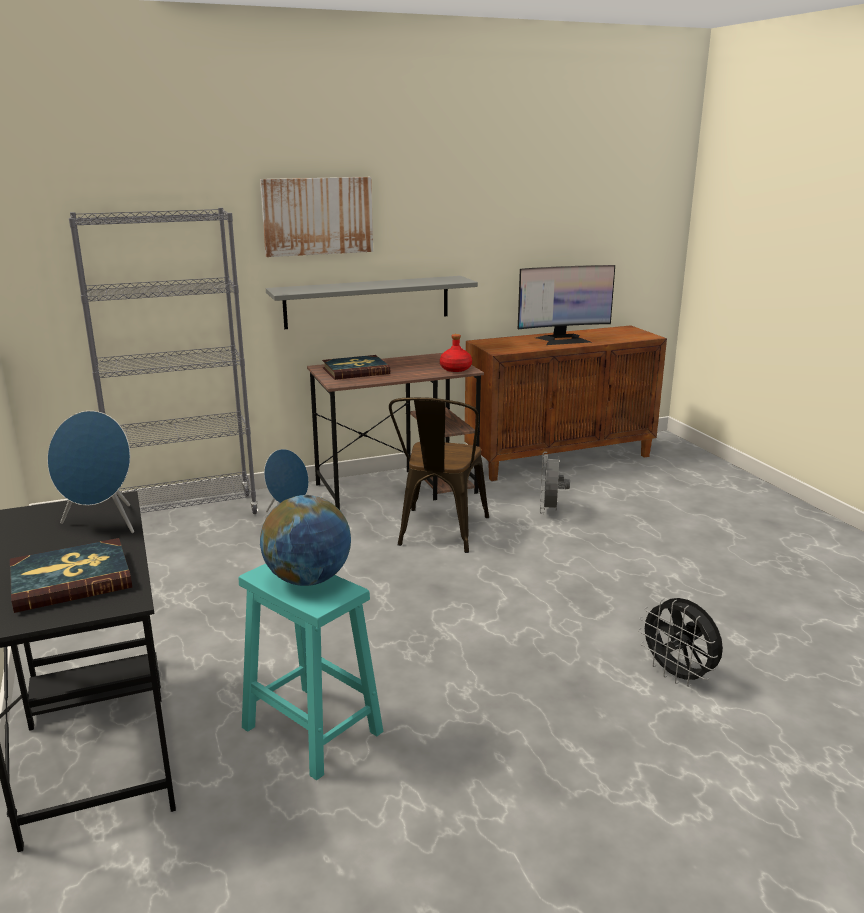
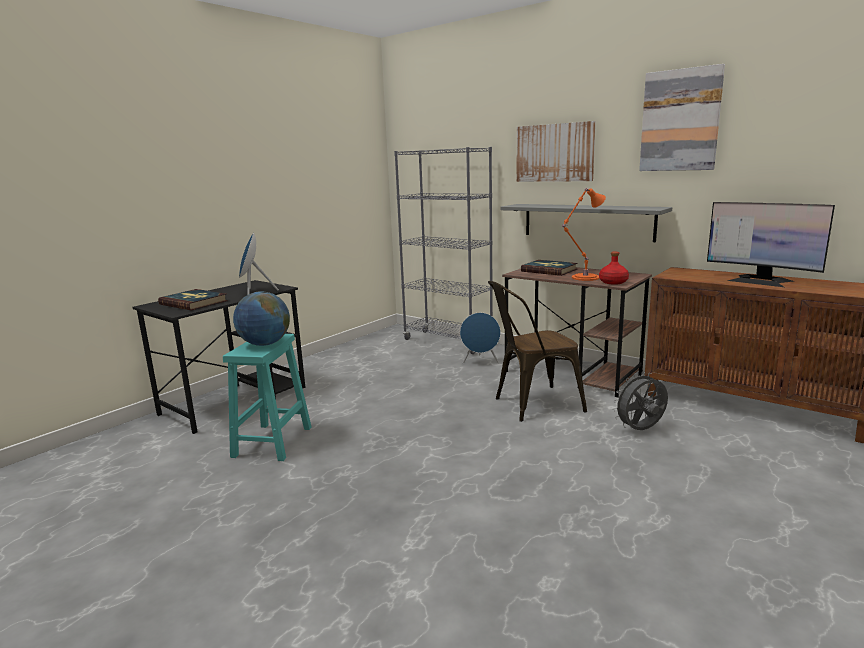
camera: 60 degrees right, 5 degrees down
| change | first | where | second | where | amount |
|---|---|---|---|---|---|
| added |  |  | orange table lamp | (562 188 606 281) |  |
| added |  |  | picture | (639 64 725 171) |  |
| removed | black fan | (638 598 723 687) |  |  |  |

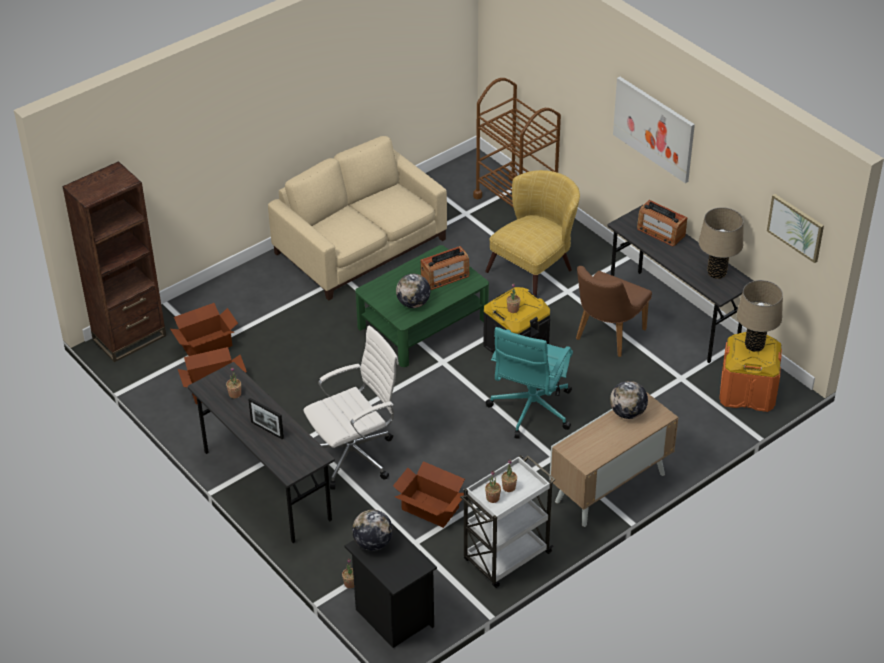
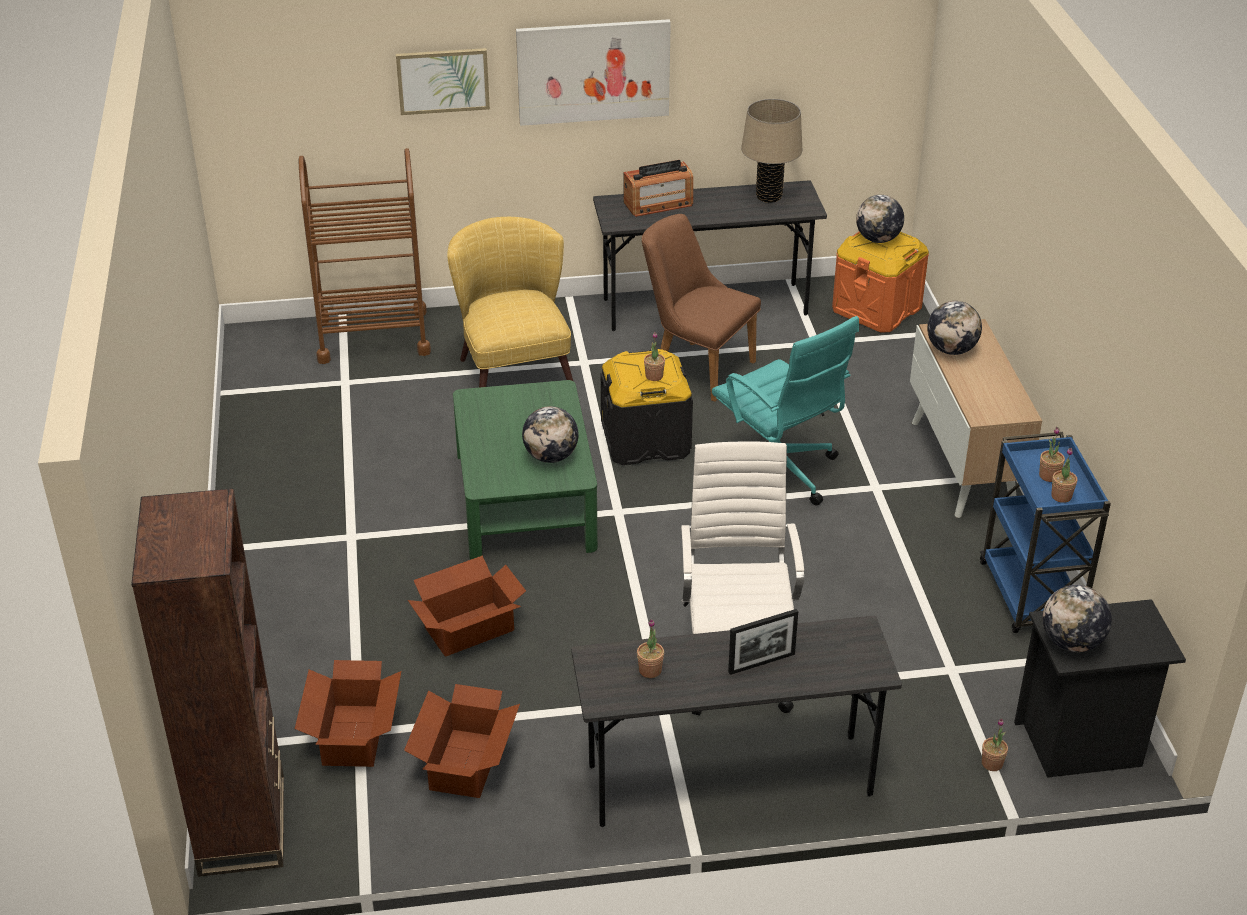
camera: 60 degrees left, 5 degrees down
| change | first | where | second | where | amount |
|---|---|---|---|---|---|
| moved | picture | (767 194 824 263) |  | (396 48 490 115) |  |
| moved | cardboard box | (393 461 465 528) |  | (408 555 526 657) |  |
| turned | brown chair | (576 266 652 357) |  | (642 214 761 402) | 150 degrees clockwise |
| replaced | beige table lamp | (736 280 783 352) | globe | (856 195 904 243) |  |
| recoloured | white cart | (460 455 556 588) | blue cart | (980 432 1111 633) |  |
| removed | beige sofa | (268 136 447 301) |  |  |  |
| removed | radio | (420 246 469 290) |  |  |  |

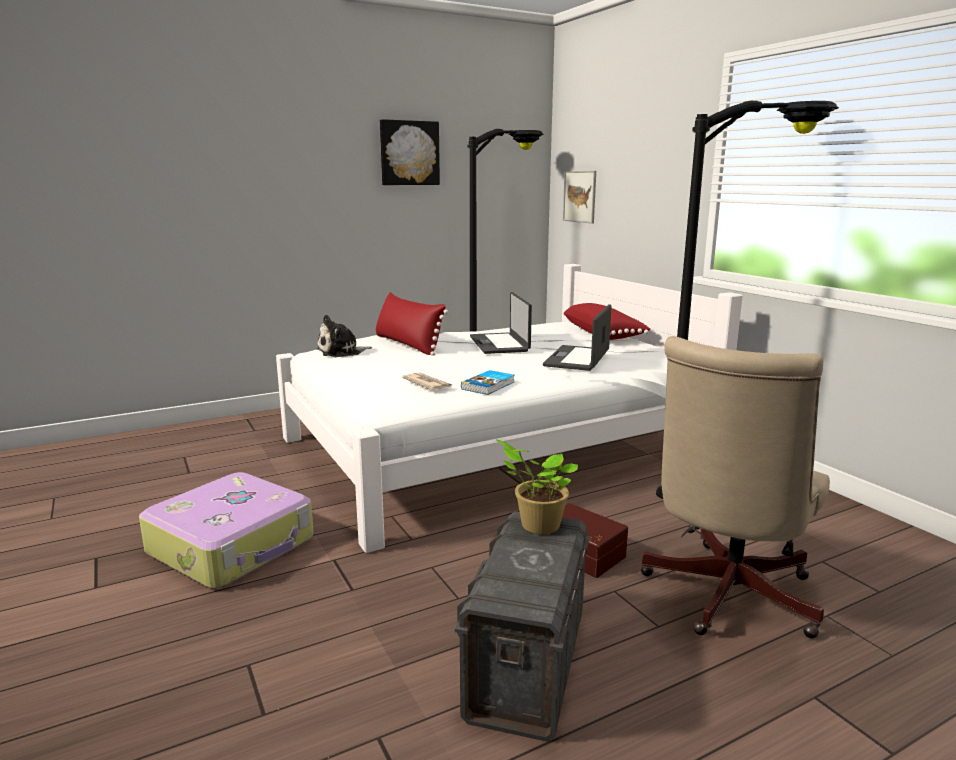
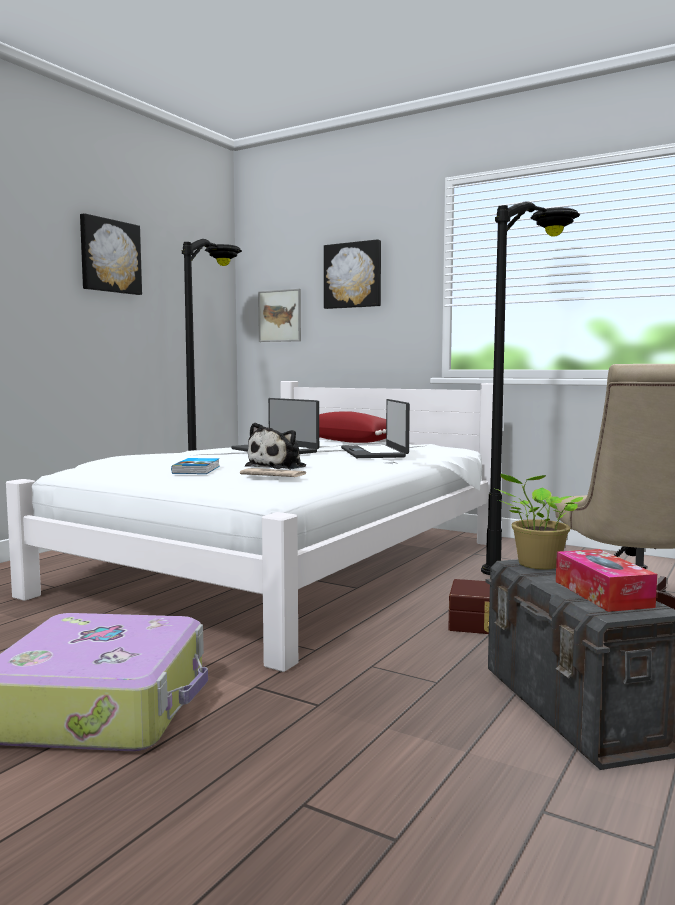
camera: 30 degrees left, 10 degrees down
| change | first | where | second | where | amount |
|---|---|---|---|---|---|
| moved | book | (461 370 514 395) |  | (171 458 220 474) |  |
| moved | plush toy | (317 315 372 357) |  | (245 423 306 470) |  |
| added |  |  | picture | (324 239 381 309) |  |
| added |  |  | tissue box | (556 549 657 612) |  |
| removed | red pillow | (376 292 448 355) |  |  |  |

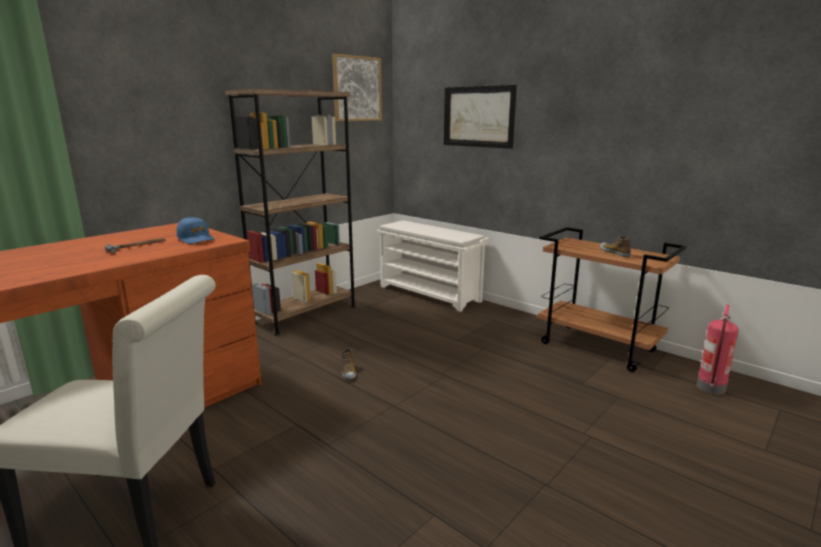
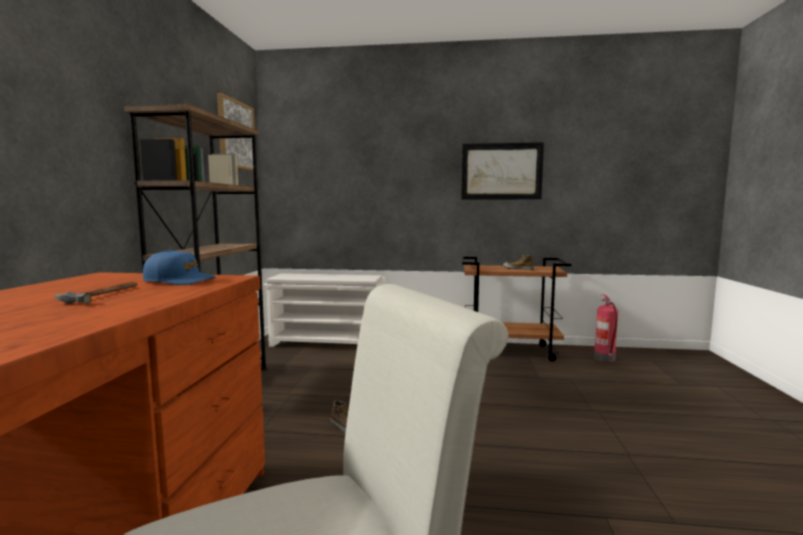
camera: 35 degrees left, 10 degrees down
| change | first | where | second | where | amount |
|---|---|---|---|---|---|
| moved | picture | (444 85 517 149) |  | (461 142 544 200) |  |

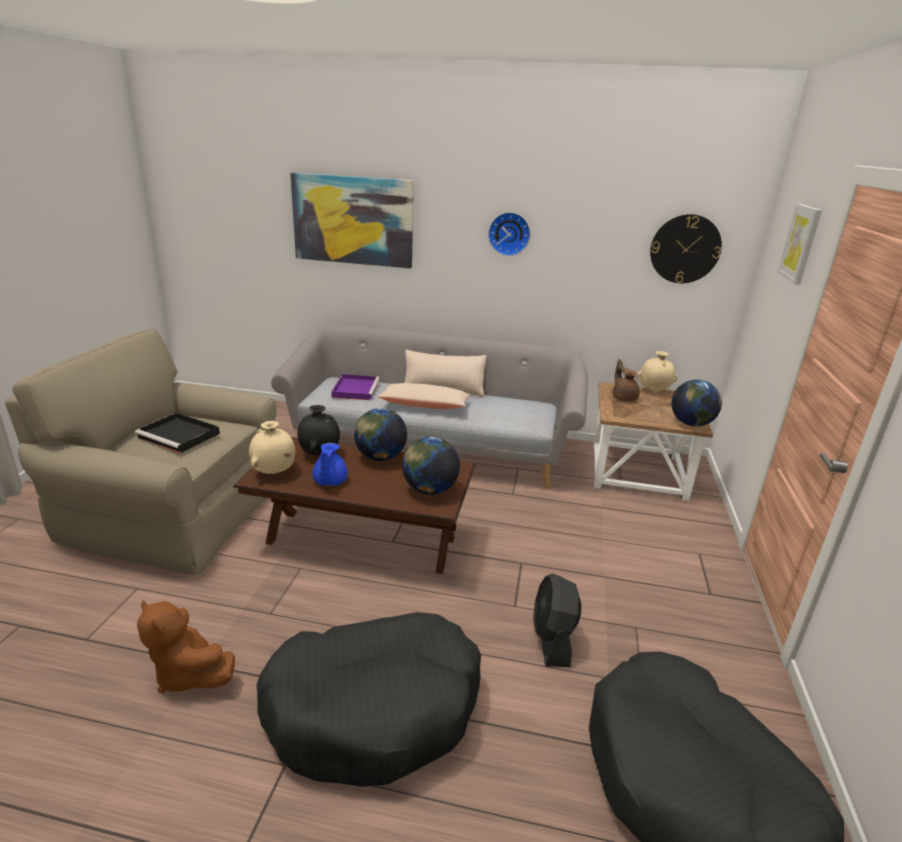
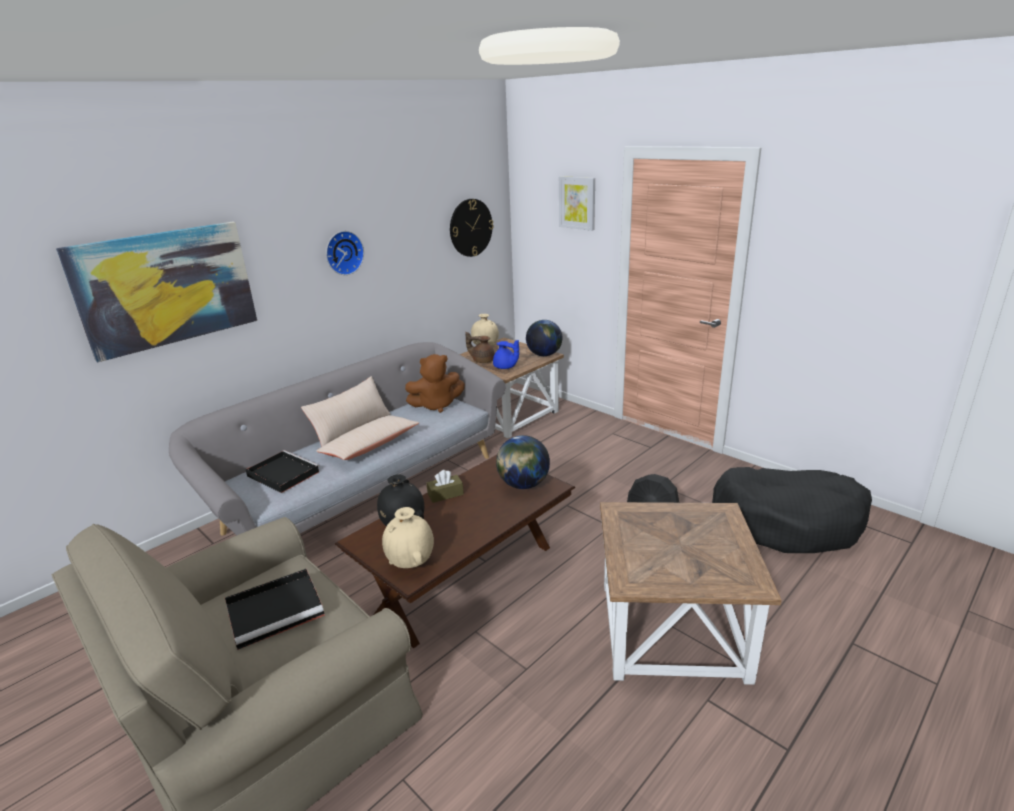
camera: 55 degrees left, 0 degrees up
| change | first | where | second | where | amount |
|---|---|---|---|---|---|
| recoloured | purple tray | (331 374 380 400) | black tray | (245 450 320 493) |  |
| moved | brown plush toy | (137 600 235 694) |  | (405 354 465 413) |  |
| replaced | globe | (354 408 407 461) | brown tissue box | (426 470 464 503) |  |
| moved | blue teapot | (312 443 347 486) |  | (493 340 519 369) |  |
| replaced | black dog bed | (256 612 481 787) | brown side table | (600 502 782 685) |  |

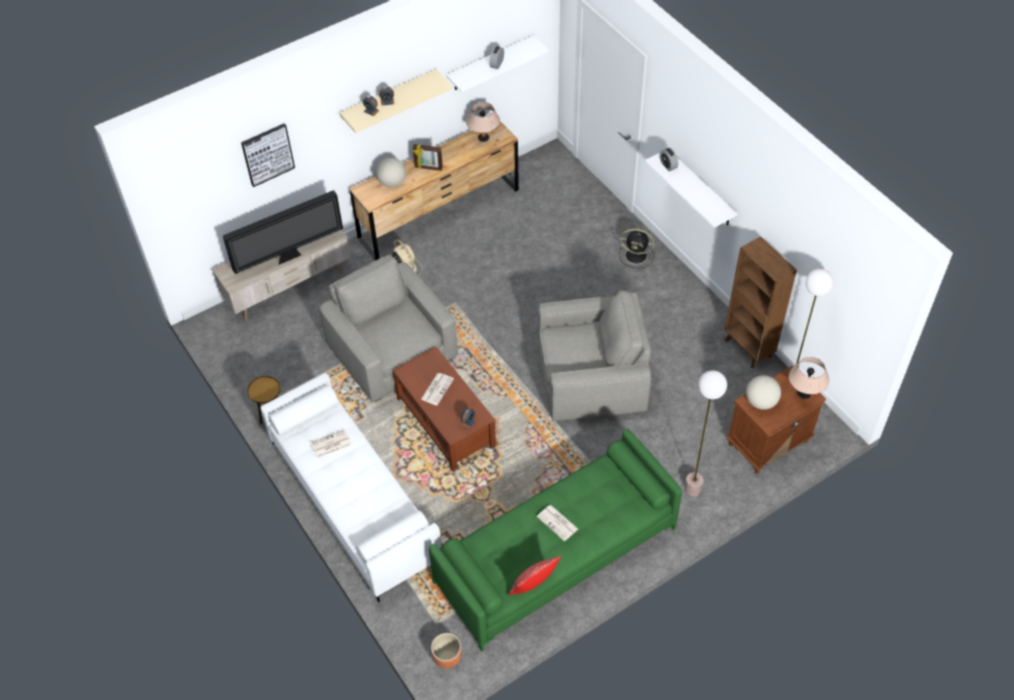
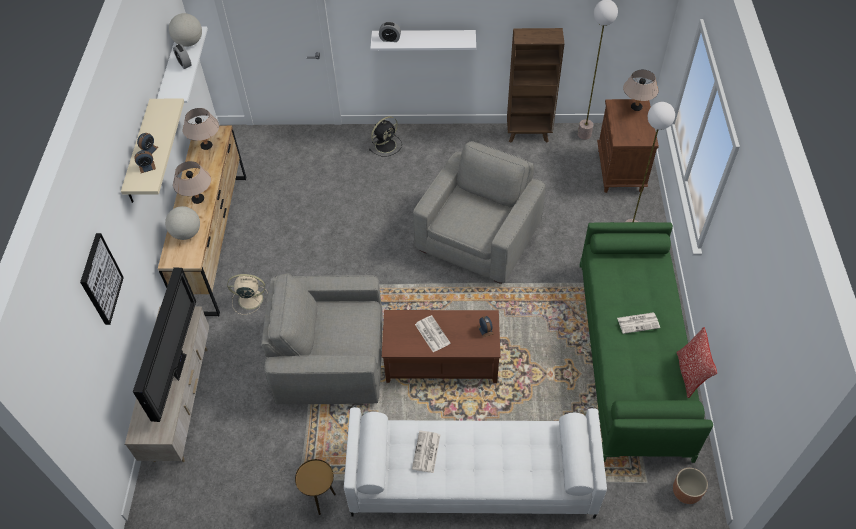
camera: 55 degrees left, 0 degrees up
| change | first | where | second | where | amount |
|---|---|---|---|---|---|
| moved | globe | (746 375 781 410) |  | (169 13 202 47) |  |
| replaced | picture frame | (413 144 443 171) | beige table lamp | (173 161 211 204) |  |

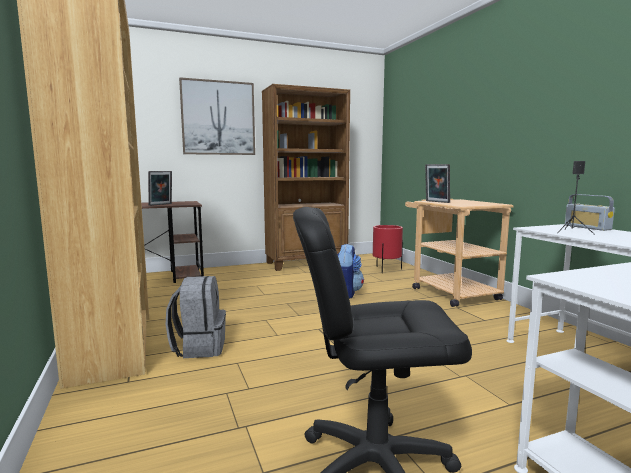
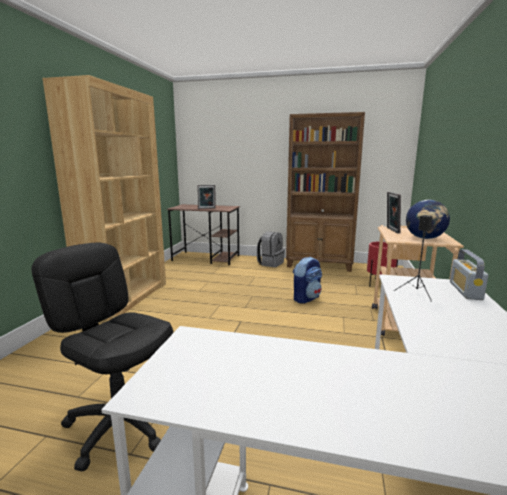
camera: 35 degrees right, 5 degrees up
| change | first | where | second | where | amount |
|---|---|---|---|---|---|
| moved | grey backpack | (166 276 226 358) |  | (257 232 285 267) |  |
| added |  |  | globe | (406 200 450 239) |  |
| removed | picture | (179 77 255 155) |  |  |  |

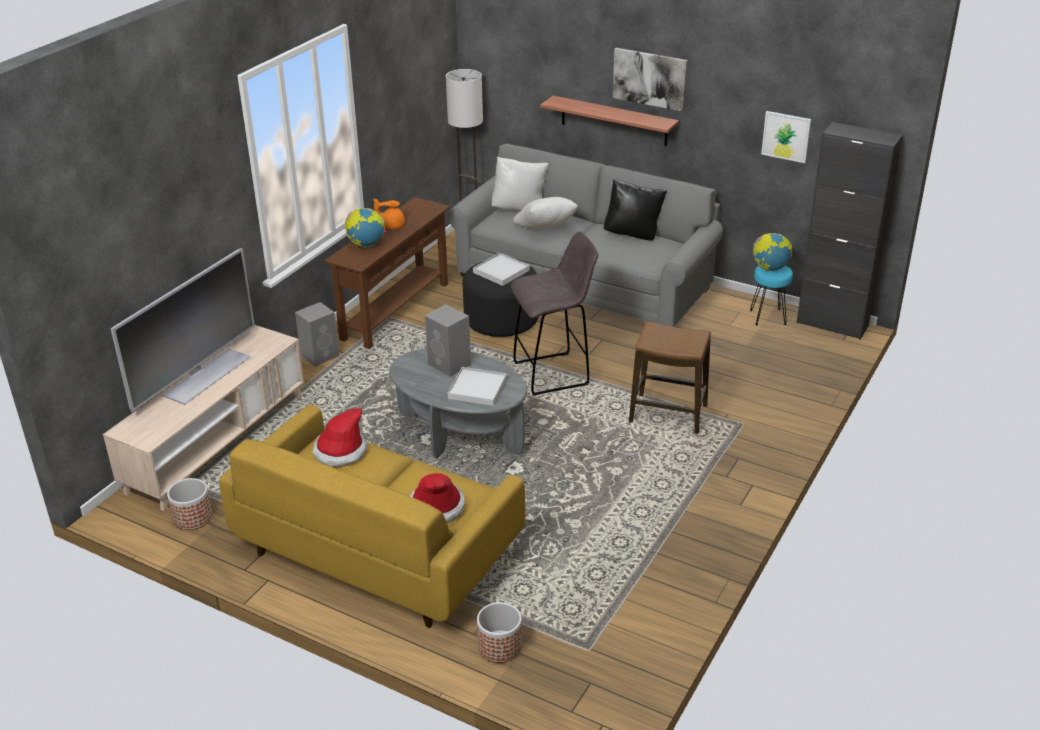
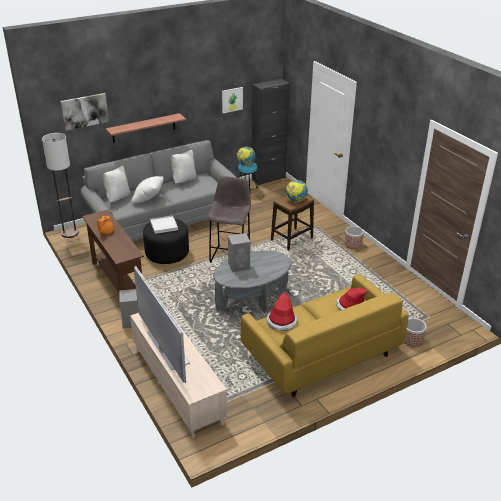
camera: 60 degrees left, 0 degrees up
| change | first | where | second | where | amount |
|---|---|---|---|---|---|
| moved | picture | (613 48 688 111) |  | (60 93 109 130) |  |
| recoloured | black pillow | (604 179 667 241) | white pillow | (171 150 196 183) |  |
| moved | globe | (345 208 386 247) |  | (285 180 308 202) |  |
| moved | planter | (167 478 212 530) |  | (344 226 364 249) |  |
| removed | white tray | (448 367 507 406) |  |  |  |

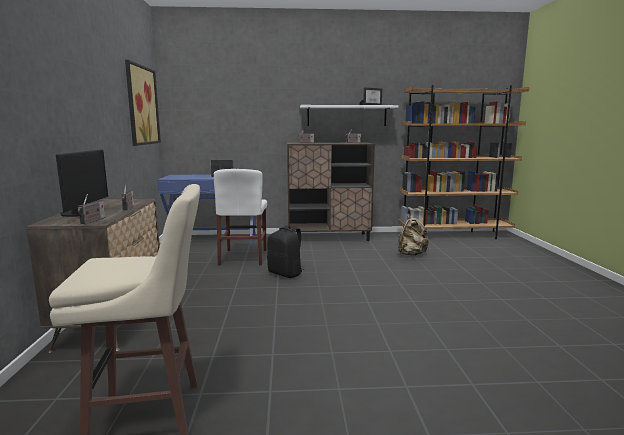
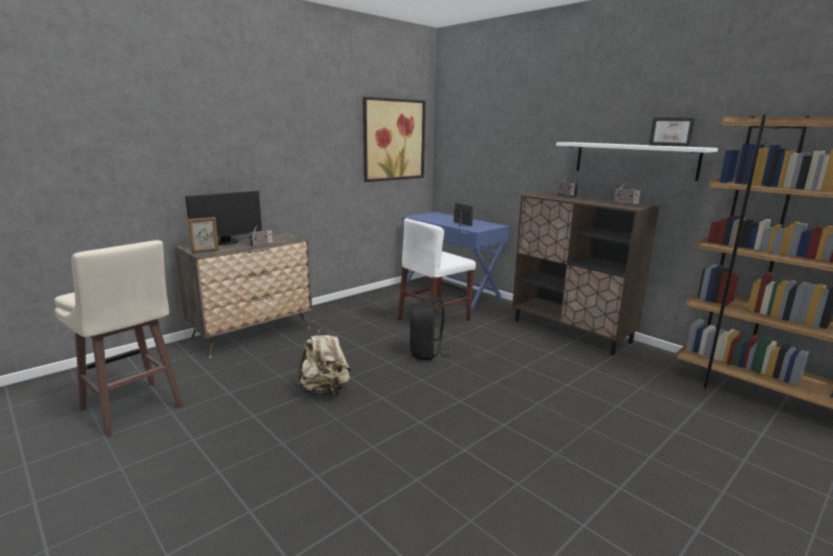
camera: 50 degrees right, 5 degrees up
| change | first | where | second | where | amount |
|---|---|---|---|---|---|
| replaced | radio | (78 194 105 224) | picture frame | (188 217 219 253) |  |
| moved | beige backpack | (398 214 429 256) |  | (296 327 351 396) |  |

